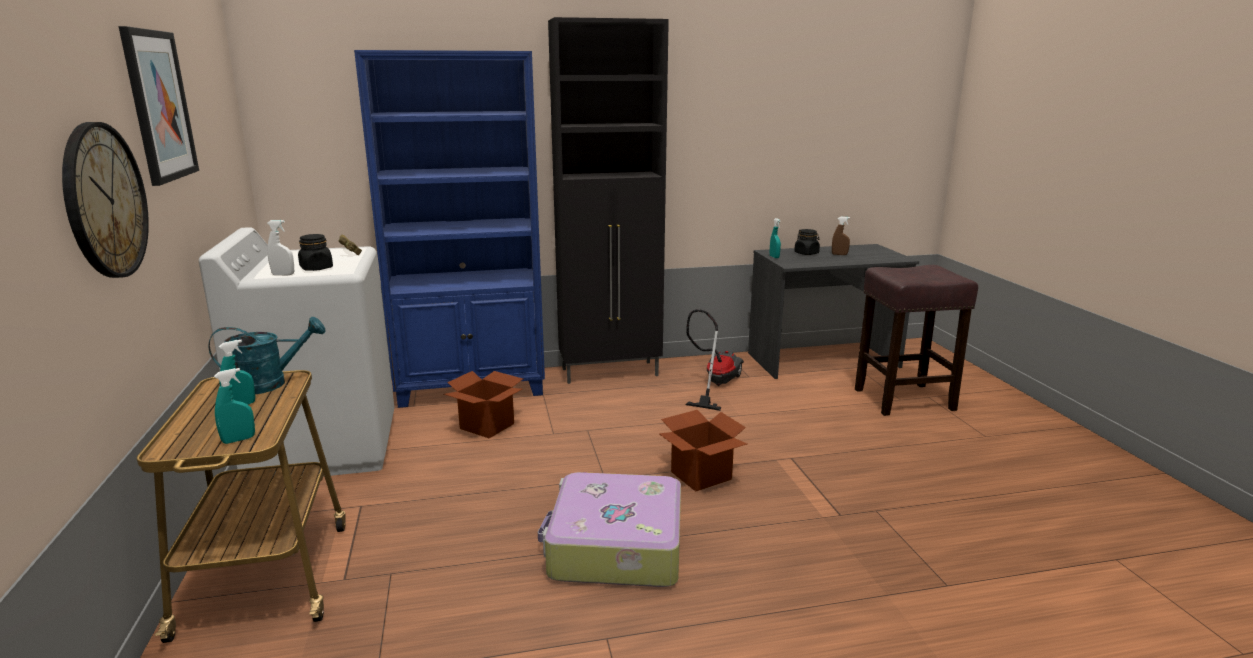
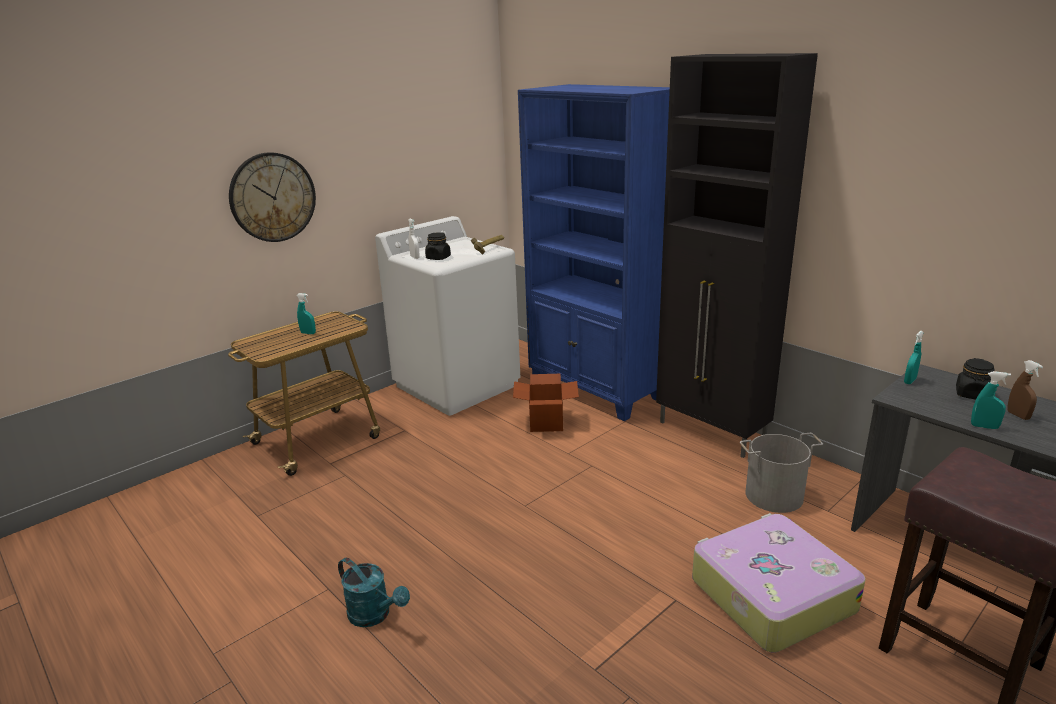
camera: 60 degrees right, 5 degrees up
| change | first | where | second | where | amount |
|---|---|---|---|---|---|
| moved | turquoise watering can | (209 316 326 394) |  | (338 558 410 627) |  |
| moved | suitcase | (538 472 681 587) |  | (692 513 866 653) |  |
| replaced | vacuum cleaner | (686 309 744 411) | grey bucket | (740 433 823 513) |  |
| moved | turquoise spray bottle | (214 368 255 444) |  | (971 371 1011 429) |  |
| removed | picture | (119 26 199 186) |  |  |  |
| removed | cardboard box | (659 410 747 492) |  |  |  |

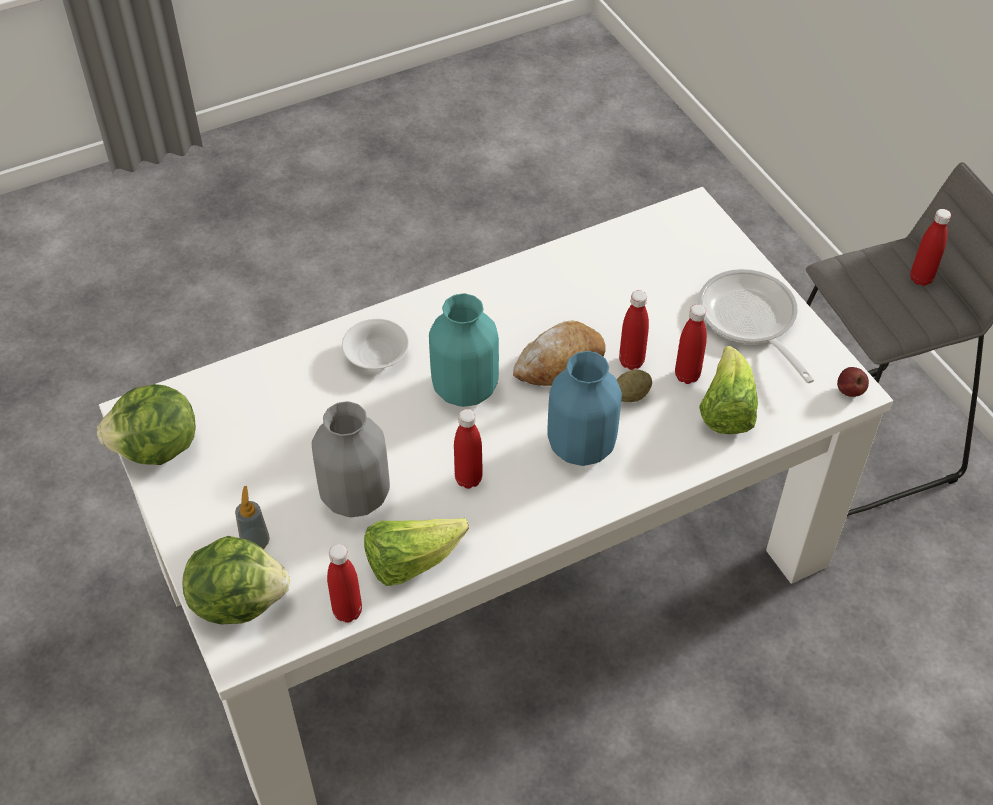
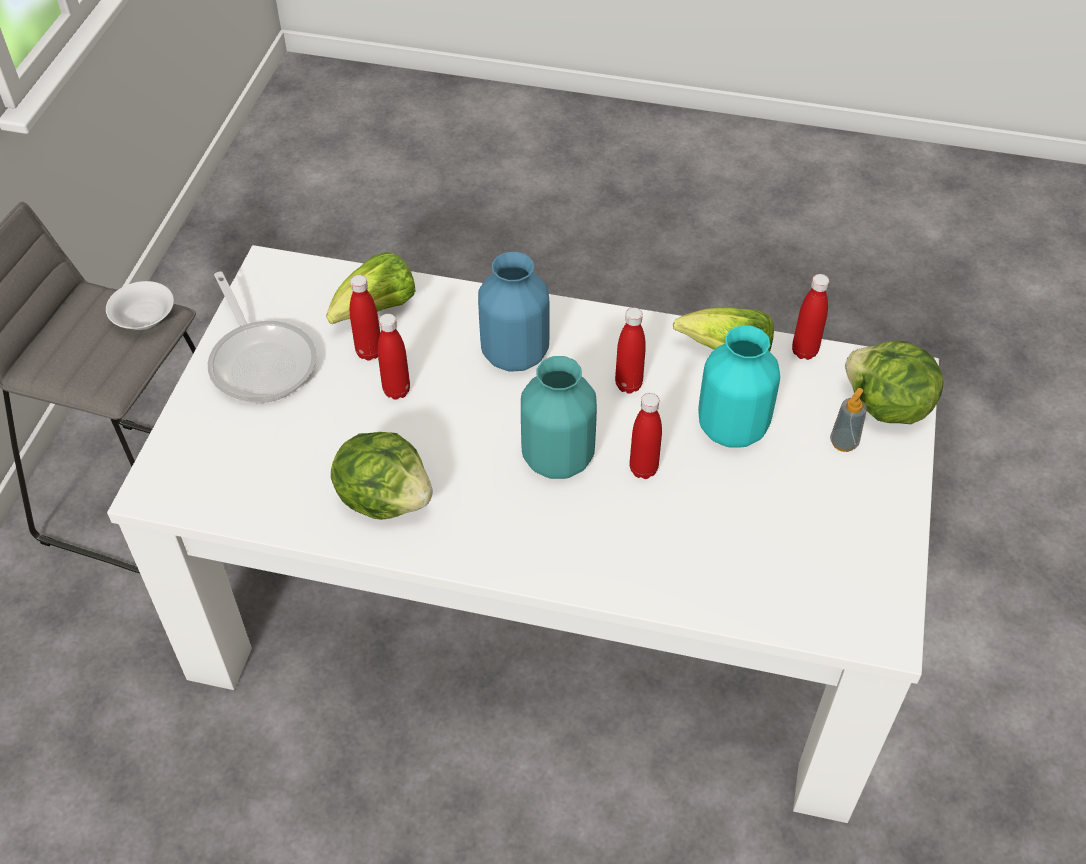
camera: 140 degrees left, 0 degrees up
| change | first | where | second | where | amount |
|---|---|---|---|---|---|
| moved | white bowl | (342 319 409 369) |  | (106 281 174 330) |  |
| turned | frying pan | (698 269 814 383) |  | (208 271 317 403) | 45 degrees counterclockwise |
| moved | lettuce | (97 384 196 465) |  | (331 432 433 520) |  |
| moved | red bottle | (910 209 951 286) |  | (629 393 662 479) |  |
| recoloured | grey vase | (312 401 390 517) | turquoise vase | (698 326 780 447) |  |
| removed | bread | (513 320 606 386) |  |  |  |
| removed | potato | (616 370 652 402) |  |  |  |
| removed | apple | (837 367 869 397) |  |  |  |

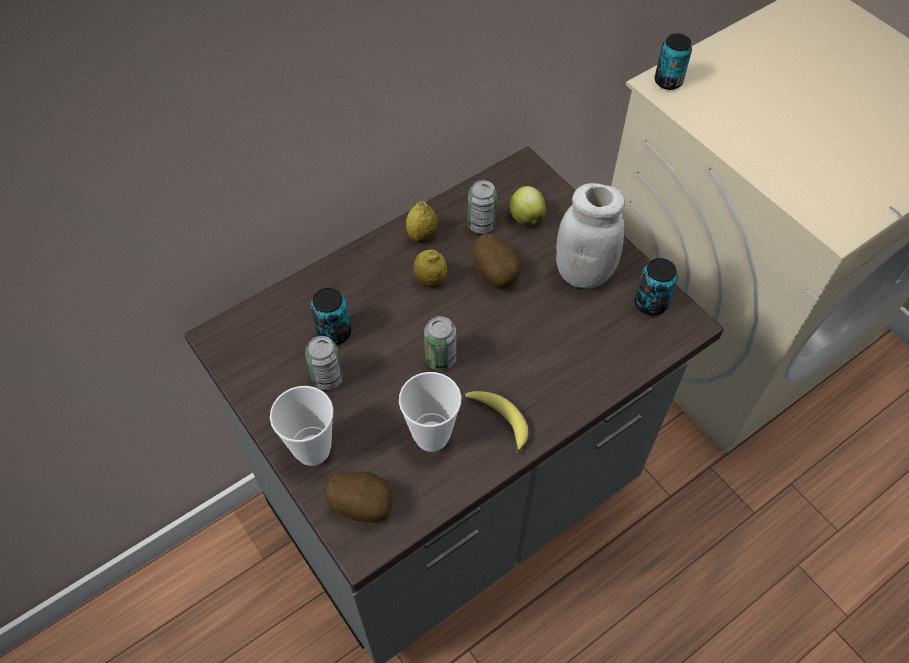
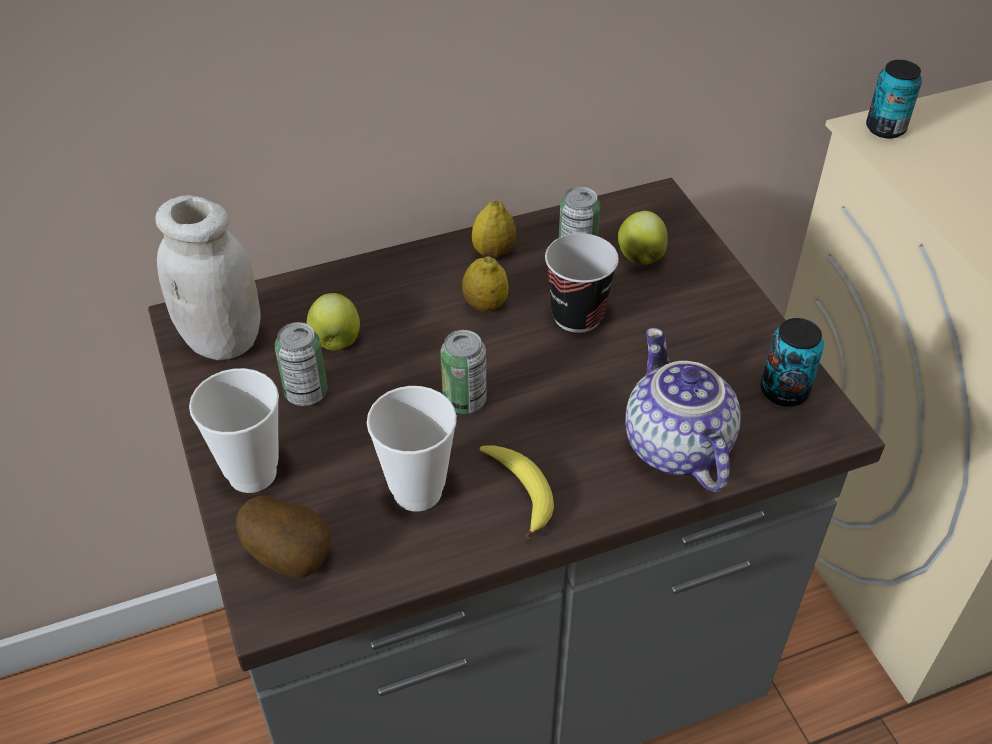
camera: 15 degrees right, 10 degrees down
| change | first | where | second | where | amount |
|---|---|---|---|---|---|
| moved | white jar | (556 183 625 289) |  | (155 195 261 360) |  |
| replaced | can | (311 288 351 345) | apple | (307 293 360 351) |  |
| replaced | potato | (472 234 522 288) | cup | (545 233 619 333) |  |
| added |  |  | teapot | (625 328 741 492) |  |

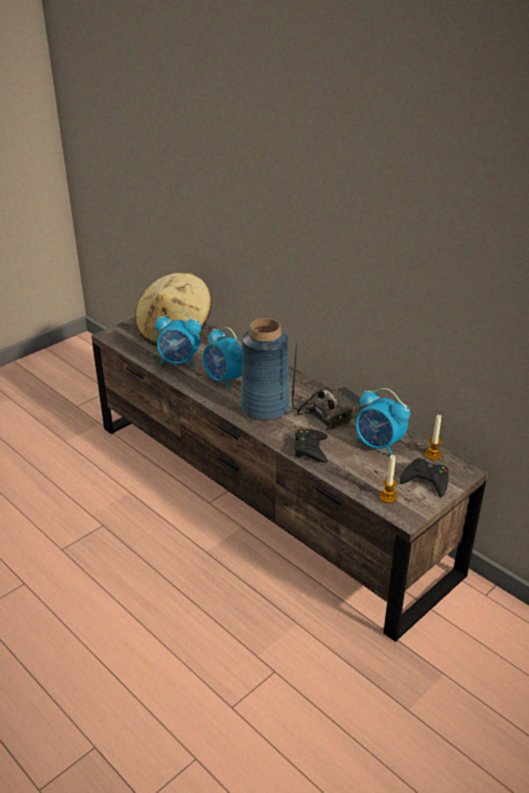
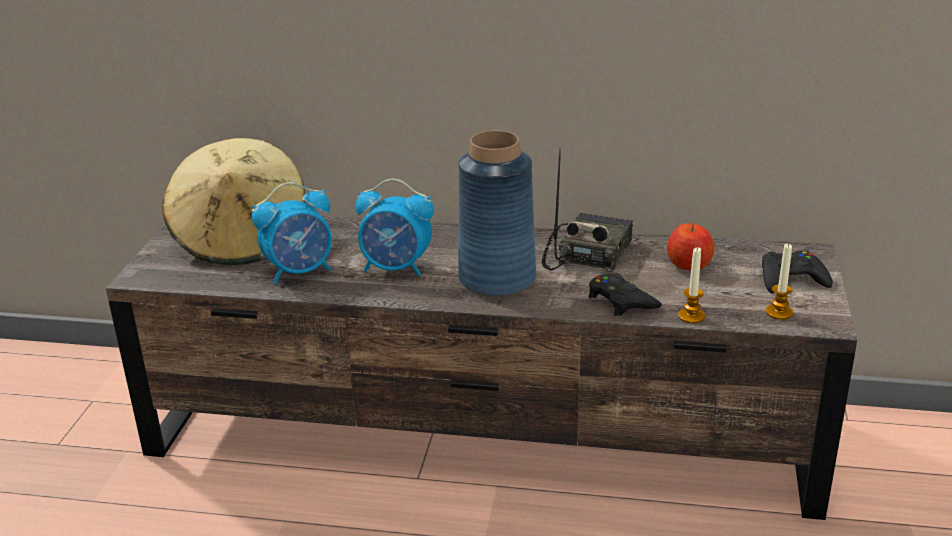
camera: 35 degrees left, 5 degrees down
| change | first | where | second | where | amount |
|---|---|---|---|---|---|
| replaced | alarm clock | (356 388 410 456) | apple | (667 223 714 270) |  |
| moved | candle | (425 415 442 461) |  | (678 247 705 323) |  |

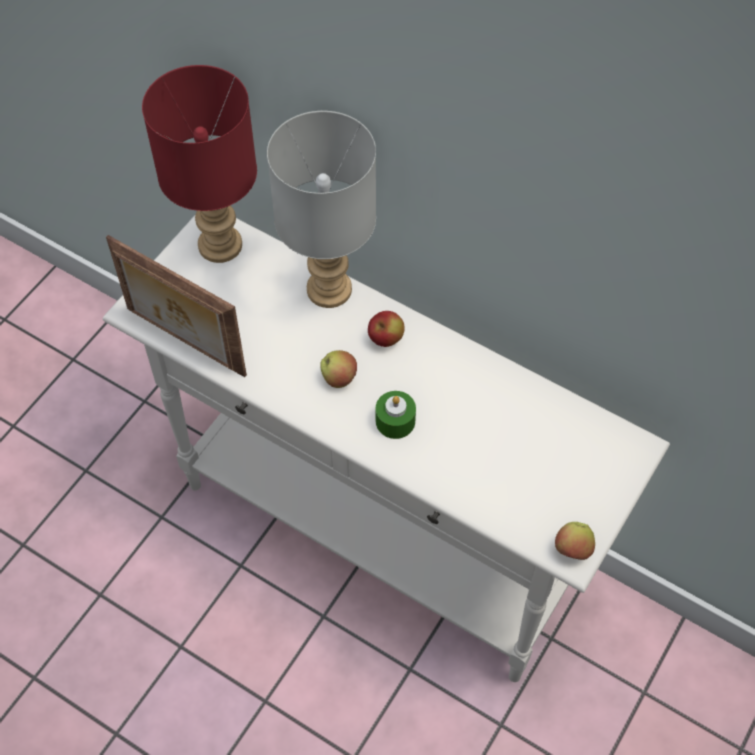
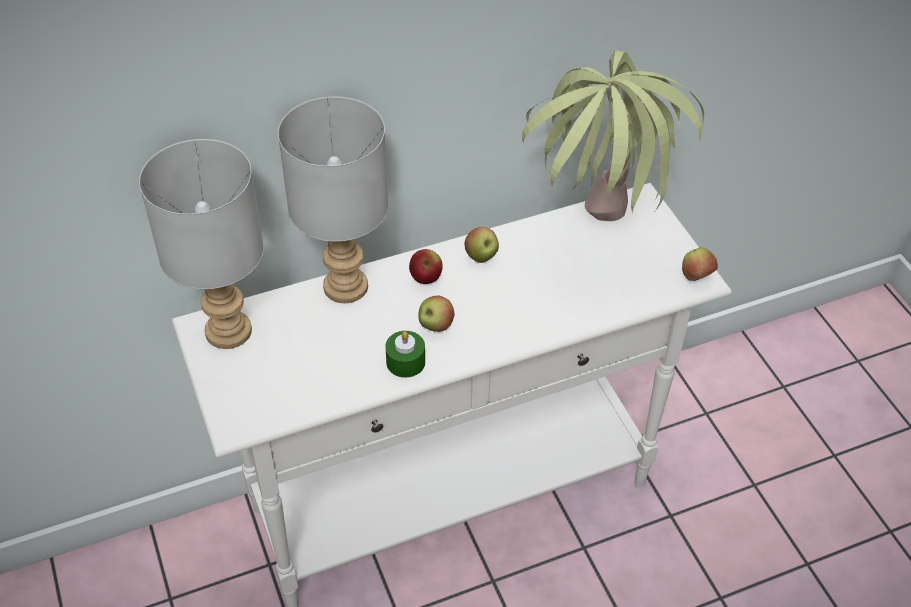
camera: 55 degrees left, 10 degrees down
| change | first | where | second | where | amount |
|---|---|---|---|---|---|
| recoloured | red table lamp | (142 65 257 263) | grey table lamp | (139 139 264 349) |  |
| moved | green candle | (376 391 416 439) |  | (385 331 425 378) |  |
| added |  |  | apple | (465 227 499 263) |  |
| added |  |  | potted plant | (522 50 704 221) |  |
| removed | picture frame | (106 235 247 377) |  |  |  |

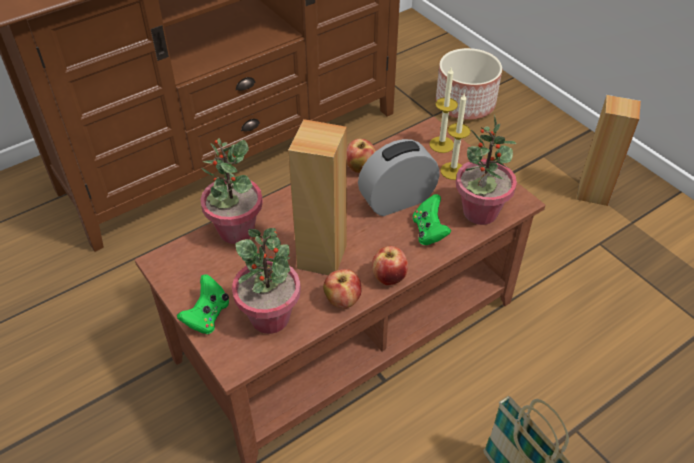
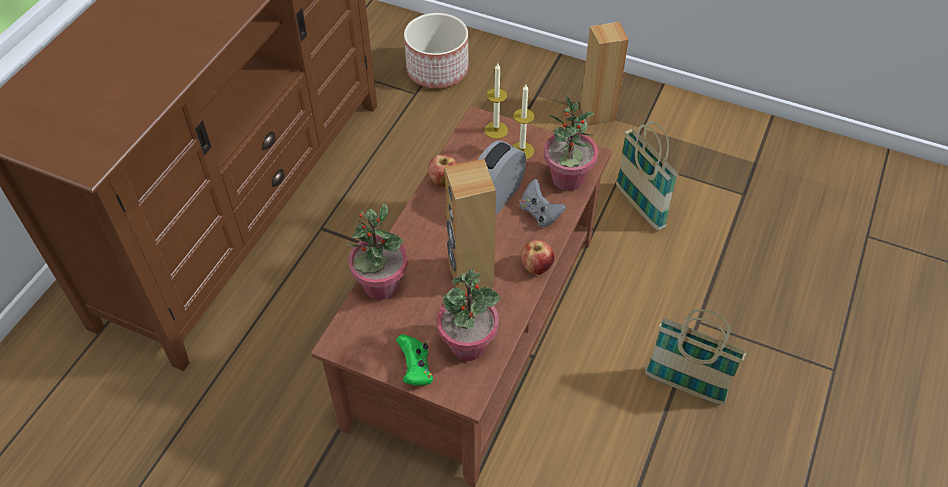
camera: 30 degrees left, 5 degrees up
| change | first | where | second | where | amount |
|---|---|---|---|---|---|
| recoloured | green game controller | (413 194 451 245) | grey game controller | (520 179 566 227) |  |
| added |  |  | basket | (616 121 678 231) |  |
| removed | apple | (323 269 361 309) |  |  |  |

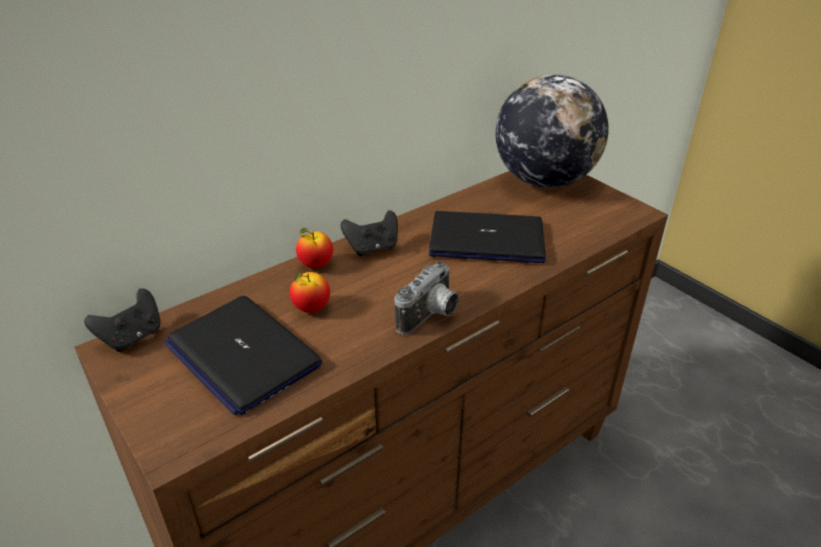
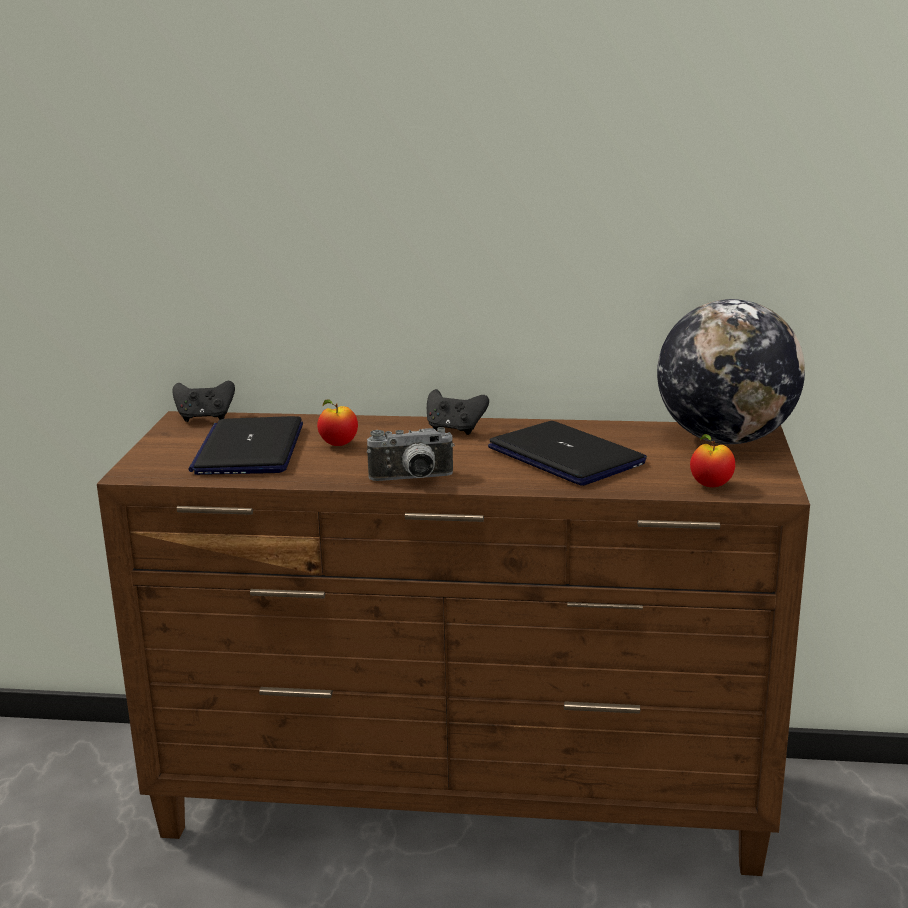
camera: 45 degrees right, 15 degrees down
| change | first | where | second | where | amount |
|---|---|---|---|---|---|
| moved | apple | (296 228 333 268) |  | (690 434 735 487) |  |

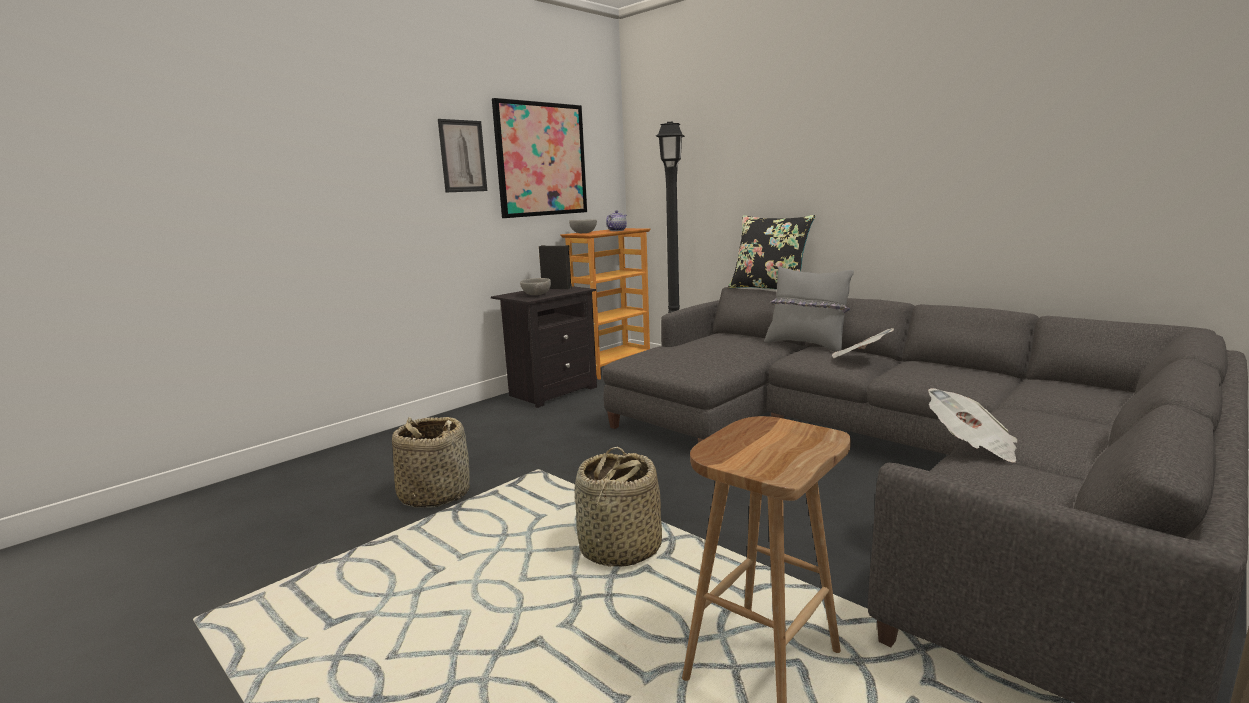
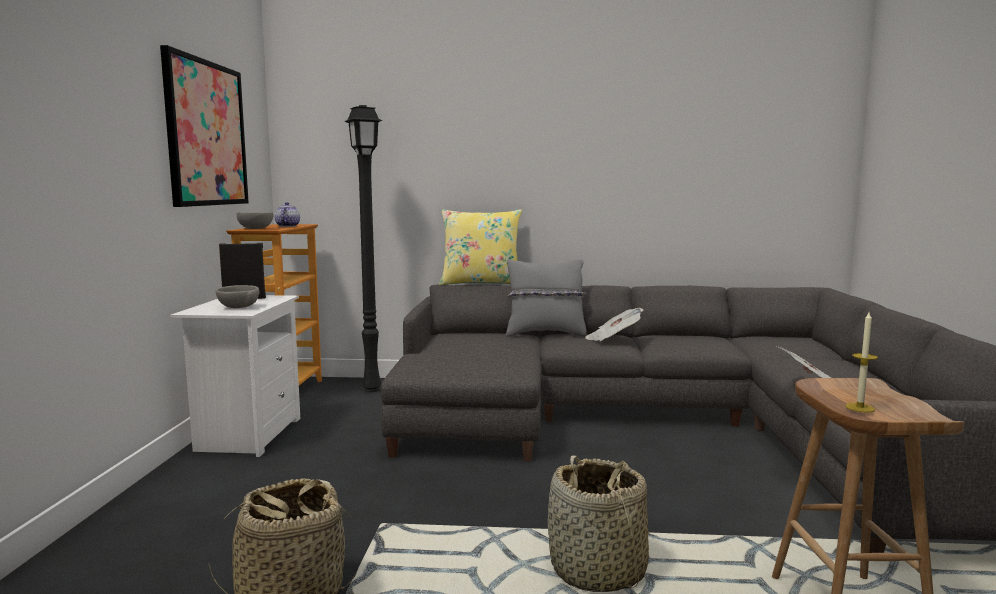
camera: 40 degrees left, 5 degrees down
| change | first | where | second | where | amount |
|---|---|---|---|---|---|
| recoloured | black nightstand | (491 286 597 408) | white nightstand | (170 295 300 457) |  |
| recoloured | black pillow | (728 215 815 289) | yellow pillow | (439 209 522 285) |  |
| added |  |  | candle | (845 312 878 412) |  |
| removed | picture | (438 119 487 193) |  |  |  |

